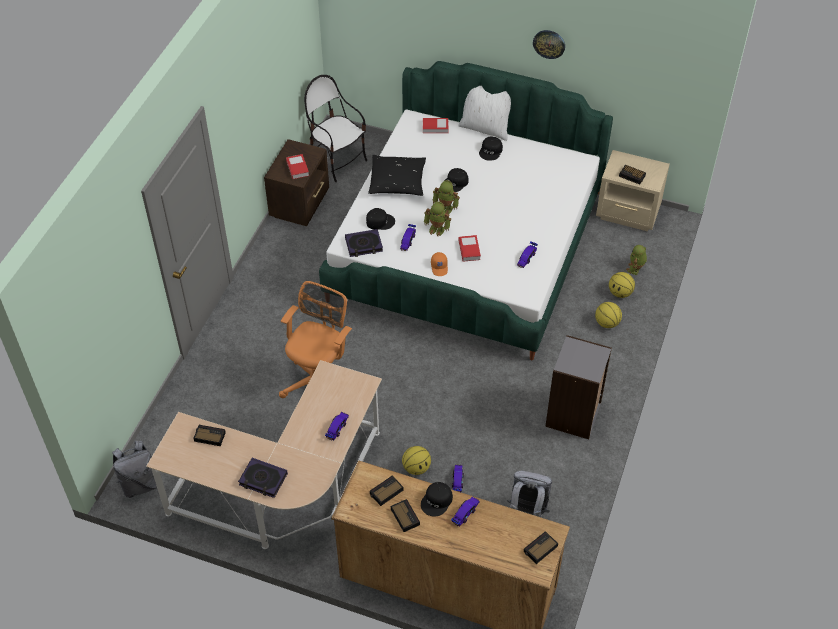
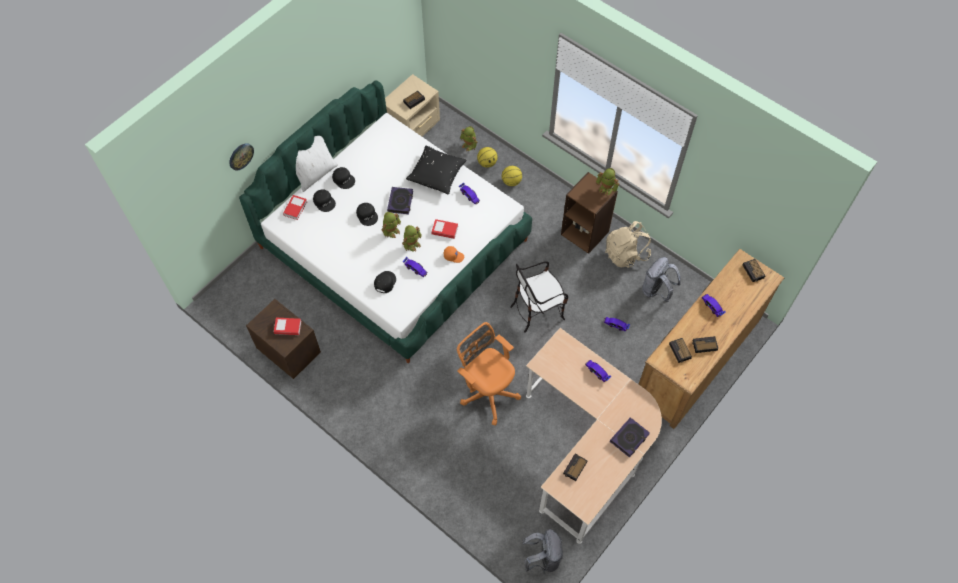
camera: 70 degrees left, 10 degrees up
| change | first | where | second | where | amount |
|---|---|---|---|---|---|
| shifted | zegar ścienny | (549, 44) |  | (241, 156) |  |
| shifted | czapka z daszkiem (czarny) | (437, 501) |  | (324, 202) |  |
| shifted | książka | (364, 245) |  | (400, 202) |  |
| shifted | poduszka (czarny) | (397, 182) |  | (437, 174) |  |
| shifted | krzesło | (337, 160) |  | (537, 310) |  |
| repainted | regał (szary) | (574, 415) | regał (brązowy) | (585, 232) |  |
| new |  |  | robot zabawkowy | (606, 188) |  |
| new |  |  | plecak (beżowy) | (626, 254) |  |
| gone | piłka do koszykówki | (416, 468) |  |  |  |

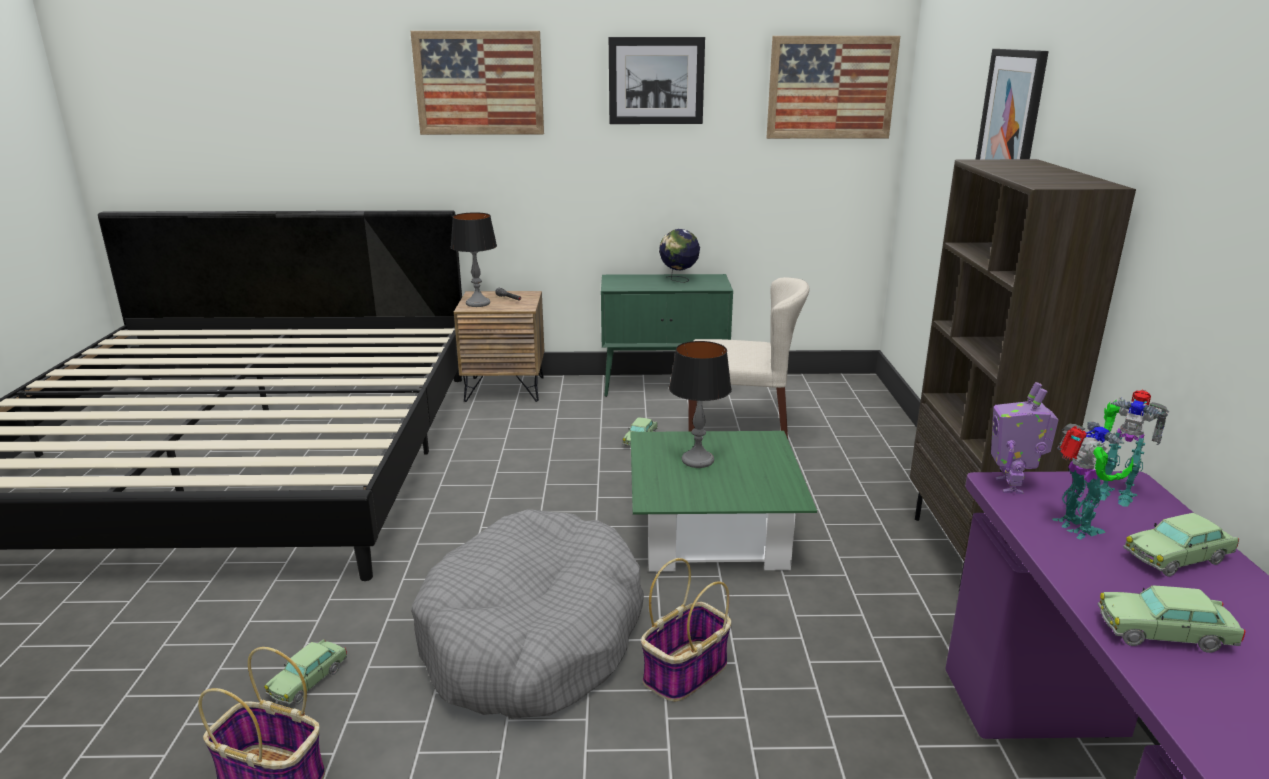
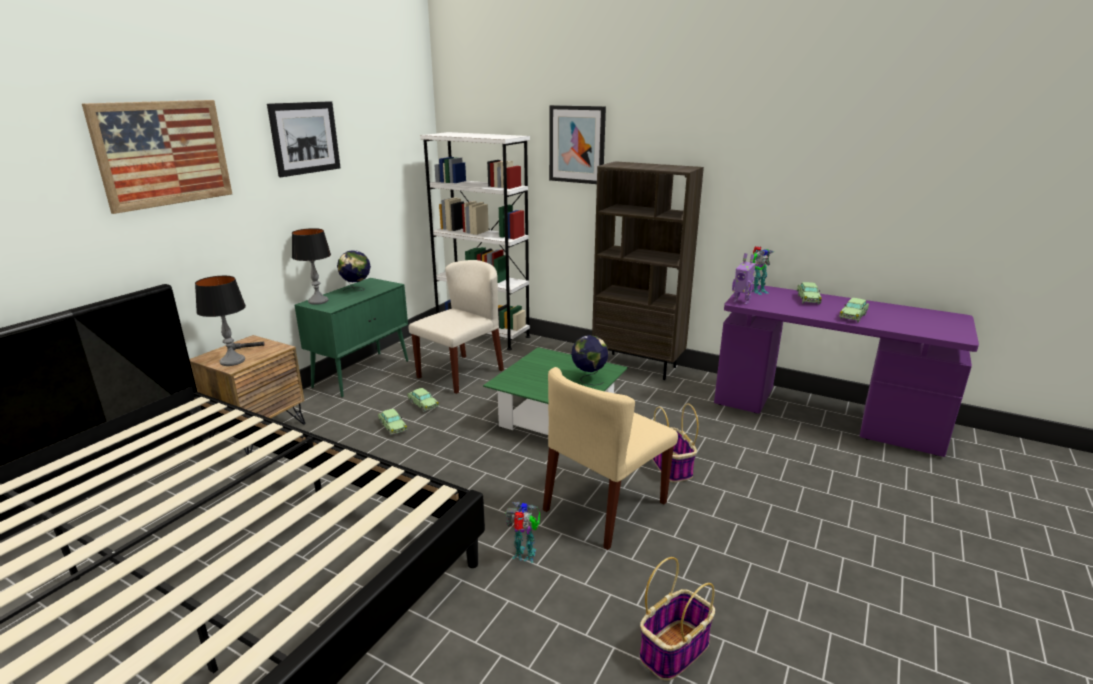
camera: 60 degrees left, 0 degrees up
| change | first | where | second | where | amount |
|---|---|---|---|---|---|
| shifted | lampa stołowa | (697, 460) |  | (318, 301) |  |
| shifted | samochodzik | (308, 680) |  | (392, 427) |  |
| new |  |  | regał (biały) | (483, 335) |  |
| shifted | robot zabawkowy | (1075, 528) |  | (525, 556) |  |
| swapped | legowisko (szary) | (533, 637) | krzesło (beżowy) | (605, 507) |  |
| new |  |  | globus | (589, 379) |  |
| gone | obraz | (831, 88) |  |  |  |

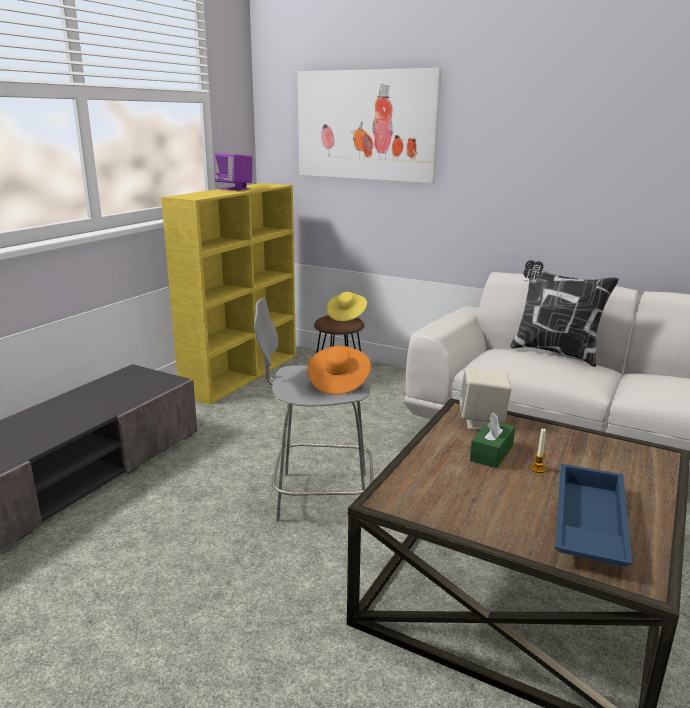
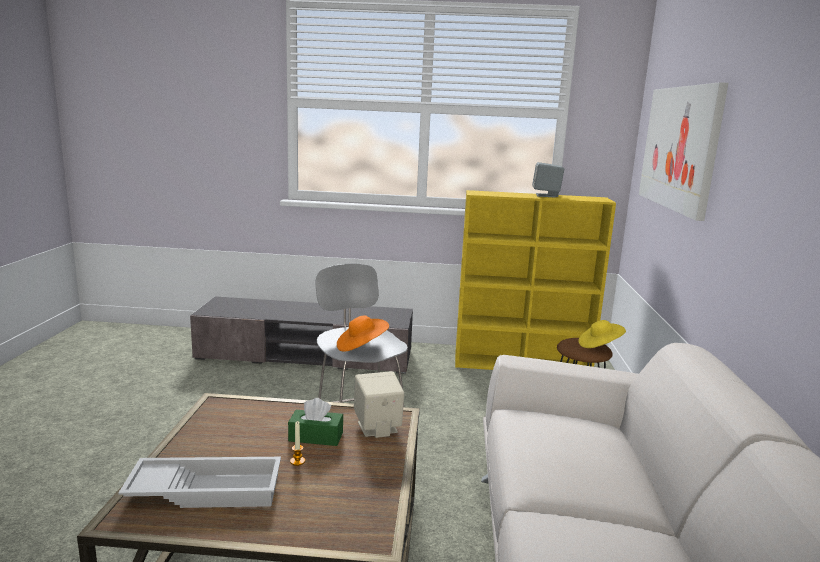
camera: 65 degrees right, 5 degrees down
| change | first | where | second | where | amount |
|---|---|---|---|---|---|
| repainted | taca (niebieski) | (586, 524) | taca (biały) | (207, 489) |  |
| repainted | głośnik (fioletowy) | (235, 189) | głośnik (szary) | (546, 195) |  |
| gone | poduszka | (554, 352) |  |  |  |

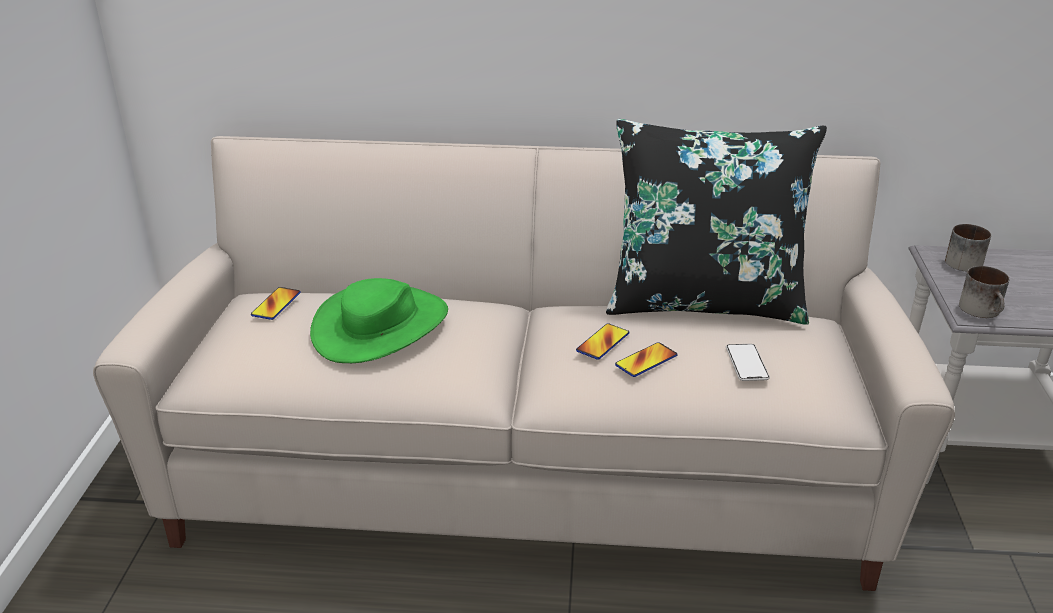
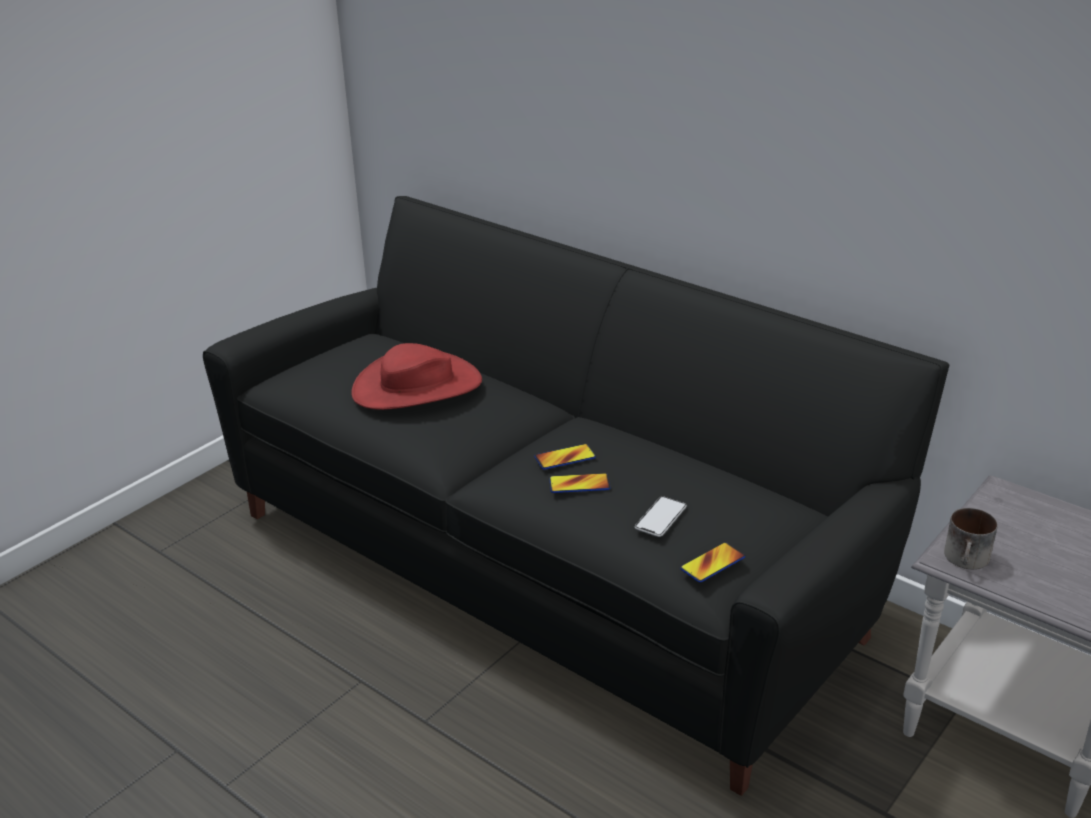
camera: 35 degrees right, 0 degrees up
| change | first | where | second | where | amount |
|---|---|---|---|---|---|
| repainted | kanapa (beżowy) | (526, 467) | kanapa (czarny) | (548, 564) |  |
| repainted | kapelusz (zielony) | (381, 326) | kapelusz (czerwony) | (417, 387) |  |
| shifted | telefon | (276, 304) |  | (712, 563) |  |
| gone | poduszka (czarny) | (704, 302) |  |  |  |
| gone | kubek | (963, 260) |  |  |  |

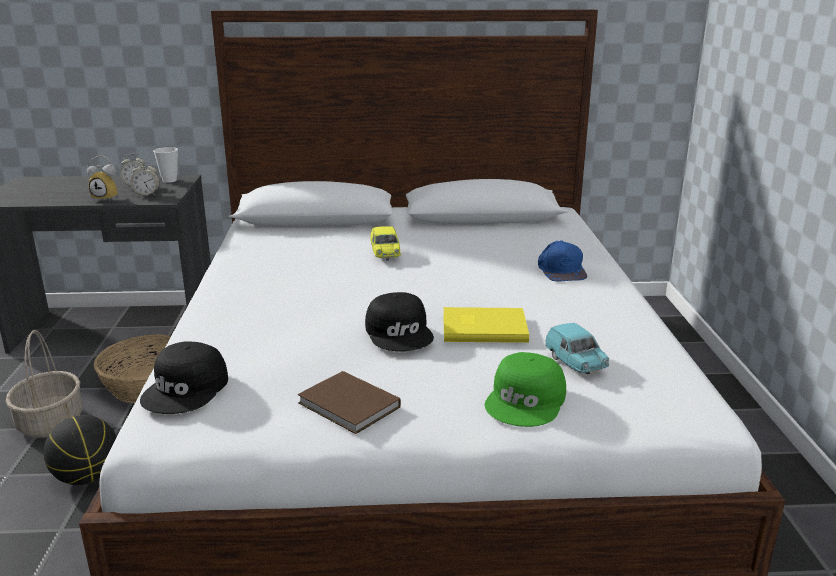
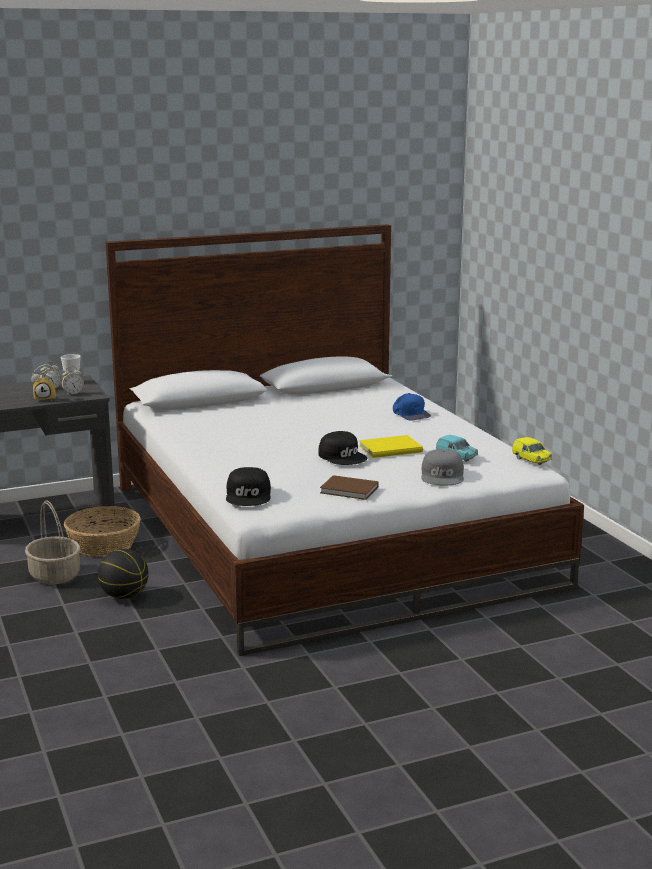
camera: 20 degrees left, 5 degrees down
| change | first | where | second | where | amount |
|---|---|---|---|---|---|
| repainted | czapka z daszkiem (zielony) | (527, 401) | czapka z daszkiem (szary) | (443, 476) |  |
| shifted | samochodzik (żółty) | (385, 254) |  | (531, 460) |  |

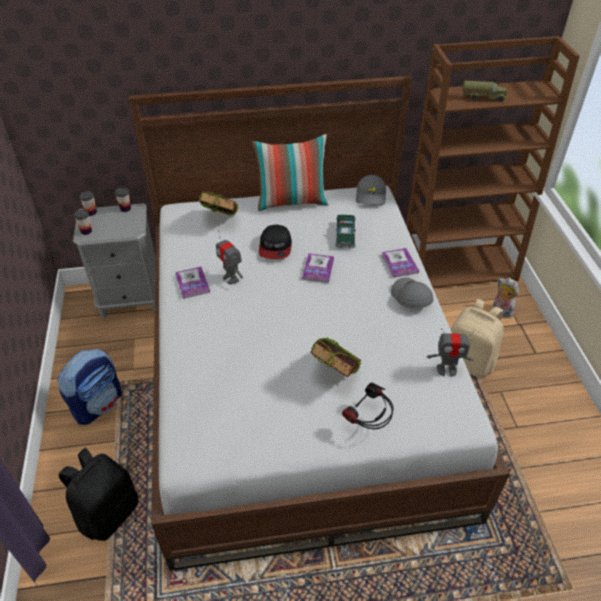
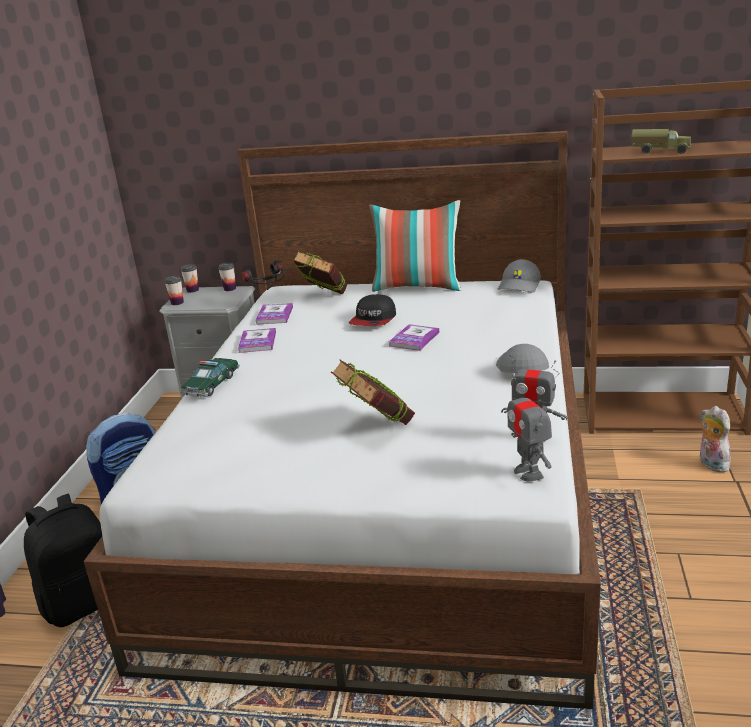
camera: 20 degrees right, 20 degrees down
| change | first | where | second | where | amount |
|---|---|---|---|---|---|
| shifted | samochodzik | (345, 235) |  | (211, 384) |  |
| shifted | słuchawki | (368, 423) |  | (268, 296) |  |
| shifted | książka | (399, 263) |  | (274, 315) |  |
| shifted | robot zabawkowy | (231, 278) |  | (529, 472) |  |
| gone | plecak (beżowy) | (469, 361) |  |  |  |

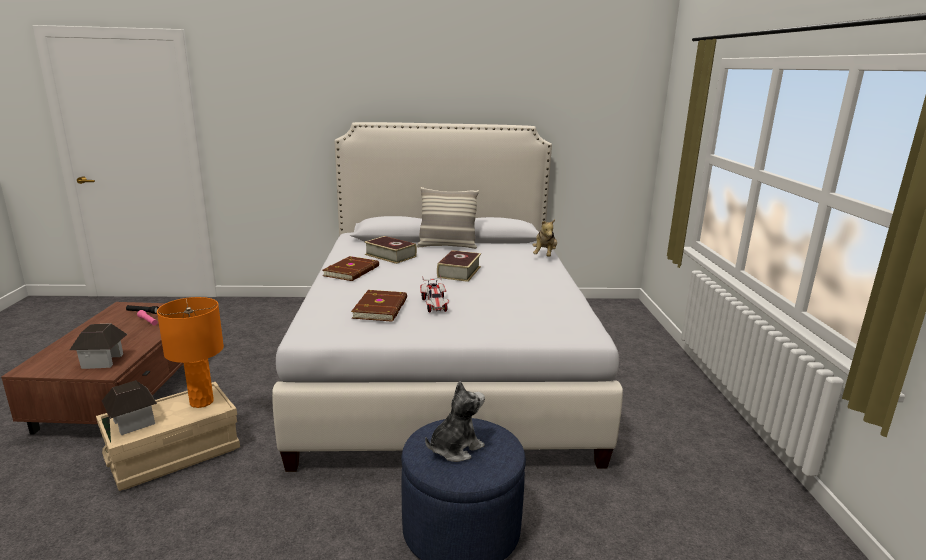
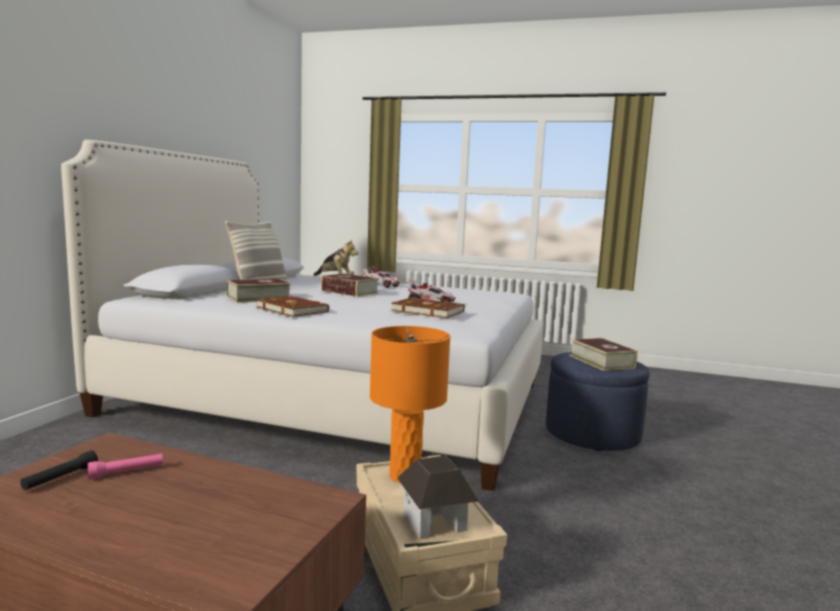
camera: 70 degrees left, 10 degrees down
| change | first | where | second | where | amount |
|---|---|---|---|---|---|
| new |  |  | samochodzik | (381, 285) |  |
| swapped | pluszak | (455, 448) | książka | (601, 361) |  |
| gone | domek | (103, 361) |  |  |  |

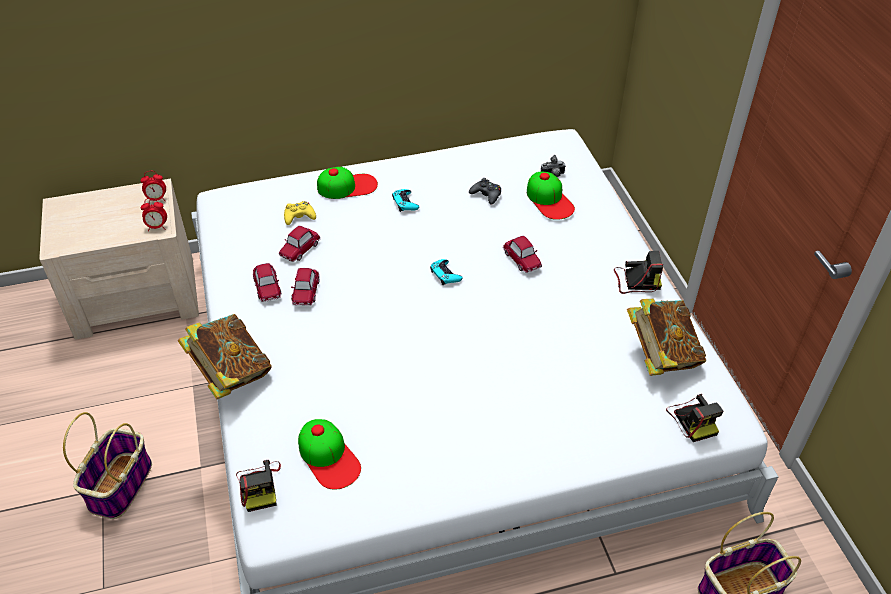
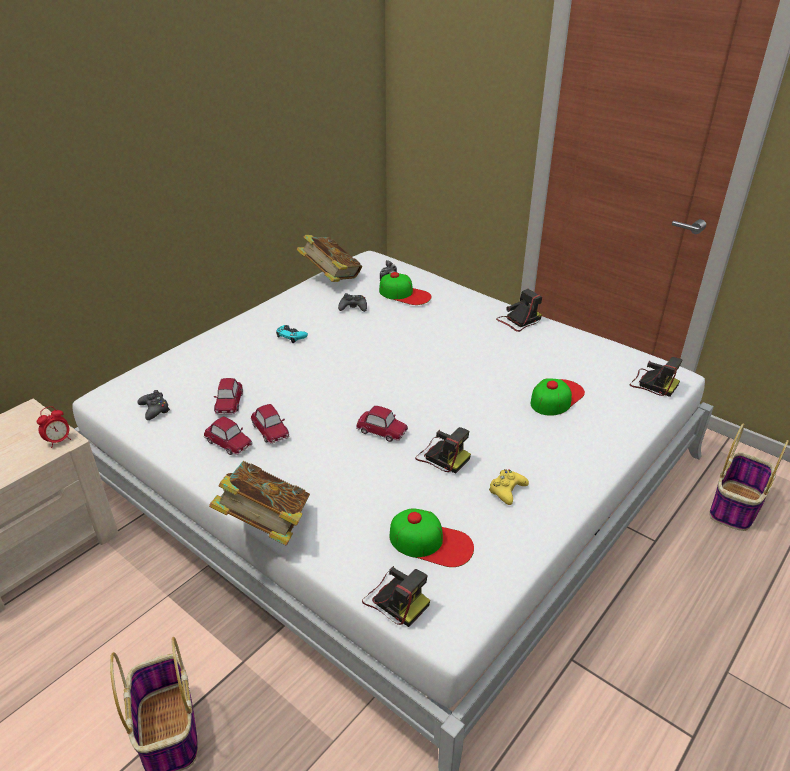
camera: 35 degrees left, 10 degrees down
| change | first | where | second | where | amount |
|---|---|---|---|---|---|
| new |  |  | pad do gier (czarny) | (154, 409) |  |
| shifted | książka | (661, 355) |  | (331, 278) |  |
| shifted | samochodzik | (522, 259) |  | (382, 431) |  |
| new |  |  | aparat fotograficzny | (442, 456) |  |
| shifted | pad do gier (żółty) | (299, 216) |  | (507, 490) |  |
| shifted | czapka z daszkiem | (347, 186) |  | (556, 397) |  |
| gone | budzik | (157, 199) |  |  |  |
| gone | pad do gier (turkusowy) | (445, 275) |  |  |  |

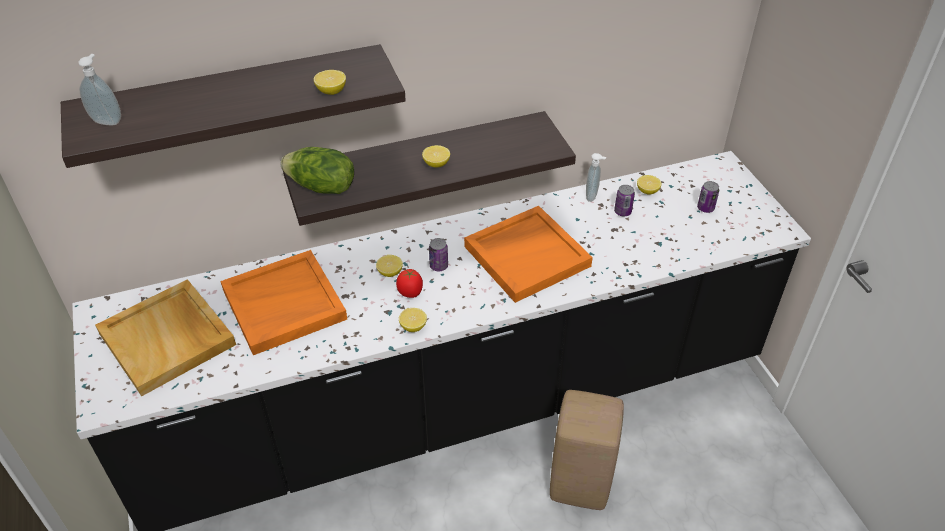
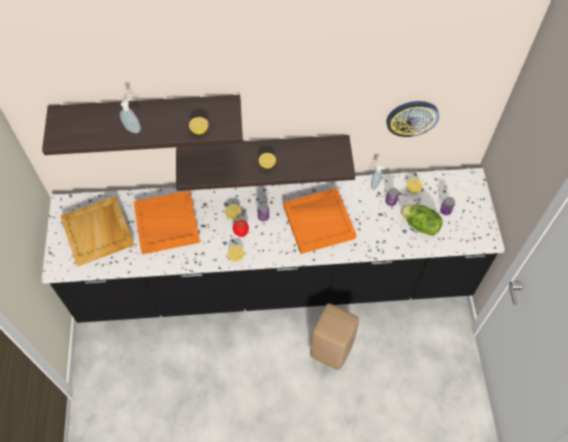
camera: 15 degrees right, 15 degrees up
| change | first | where | second | where | amount |
|---|---|---|---|---|---|
| shifted | dozownik mydła | (108, 120) |  | (133, 128) |  |
| new |  |  | zegar ścienny | (412, 118) |  |
| shifted | sałata | (321, 187) |  | (420, 225) |  |

